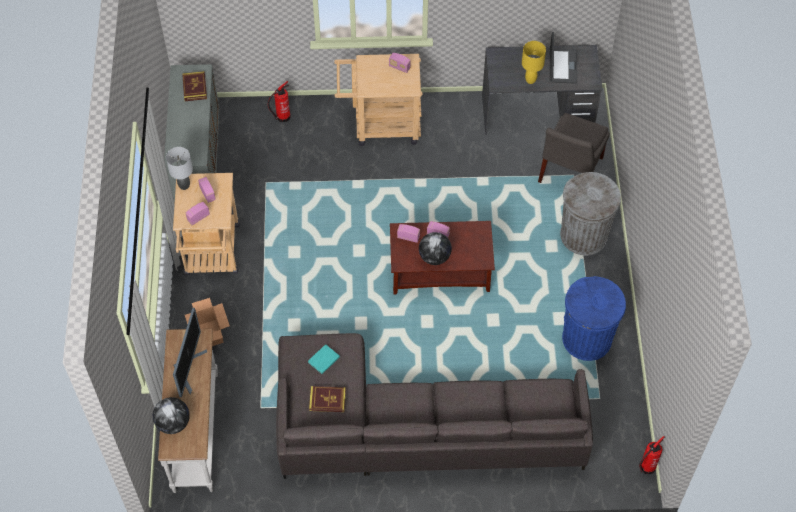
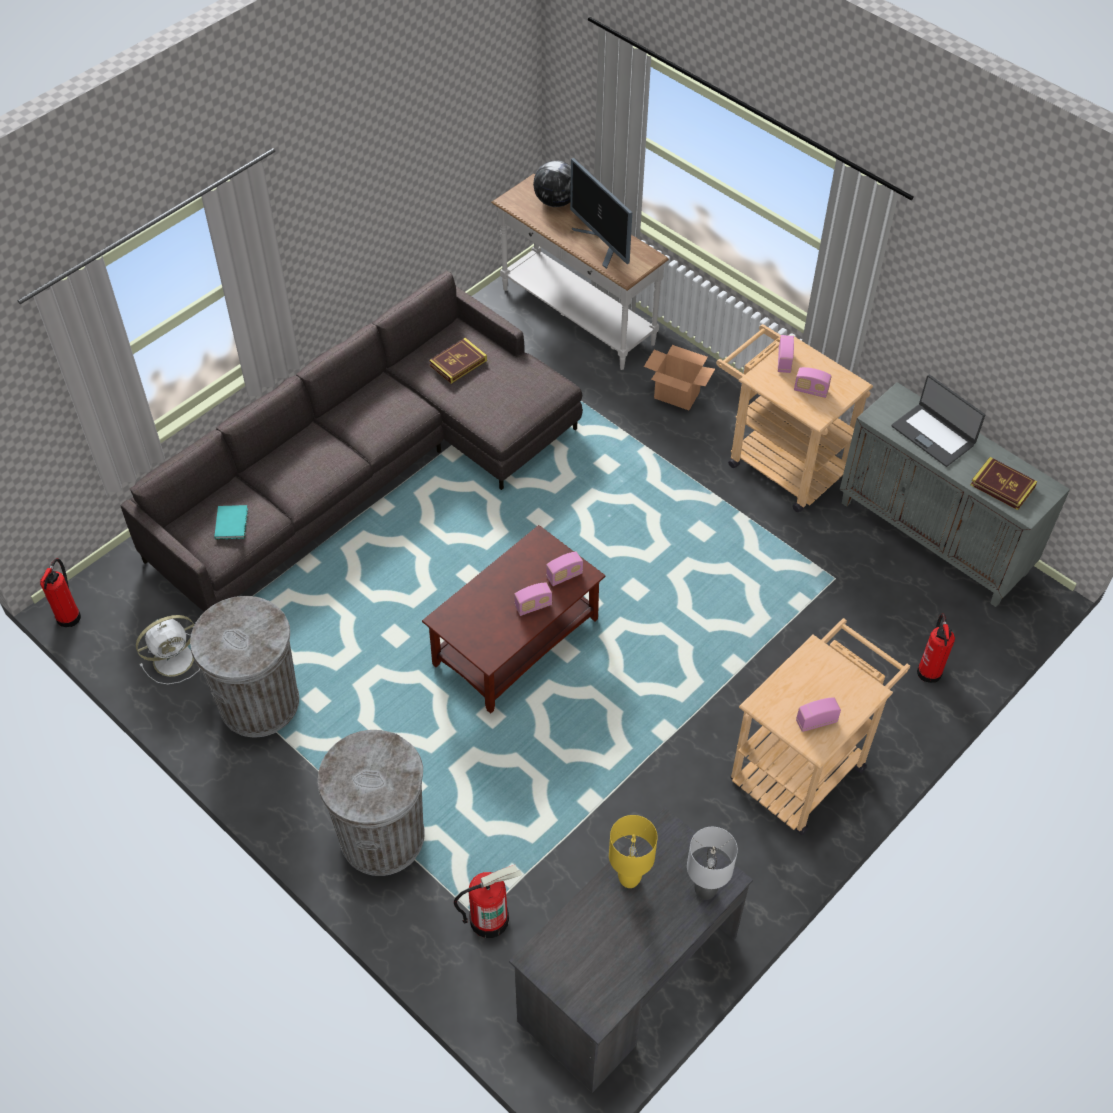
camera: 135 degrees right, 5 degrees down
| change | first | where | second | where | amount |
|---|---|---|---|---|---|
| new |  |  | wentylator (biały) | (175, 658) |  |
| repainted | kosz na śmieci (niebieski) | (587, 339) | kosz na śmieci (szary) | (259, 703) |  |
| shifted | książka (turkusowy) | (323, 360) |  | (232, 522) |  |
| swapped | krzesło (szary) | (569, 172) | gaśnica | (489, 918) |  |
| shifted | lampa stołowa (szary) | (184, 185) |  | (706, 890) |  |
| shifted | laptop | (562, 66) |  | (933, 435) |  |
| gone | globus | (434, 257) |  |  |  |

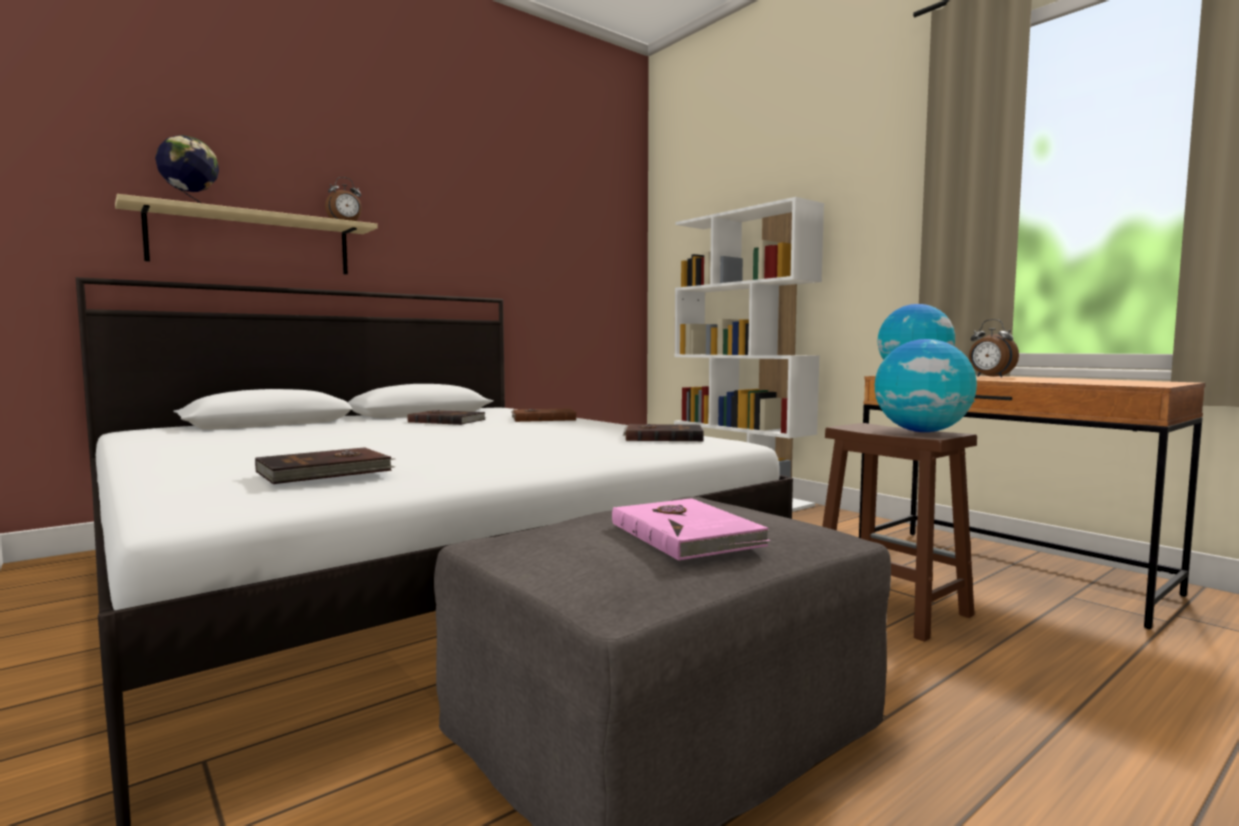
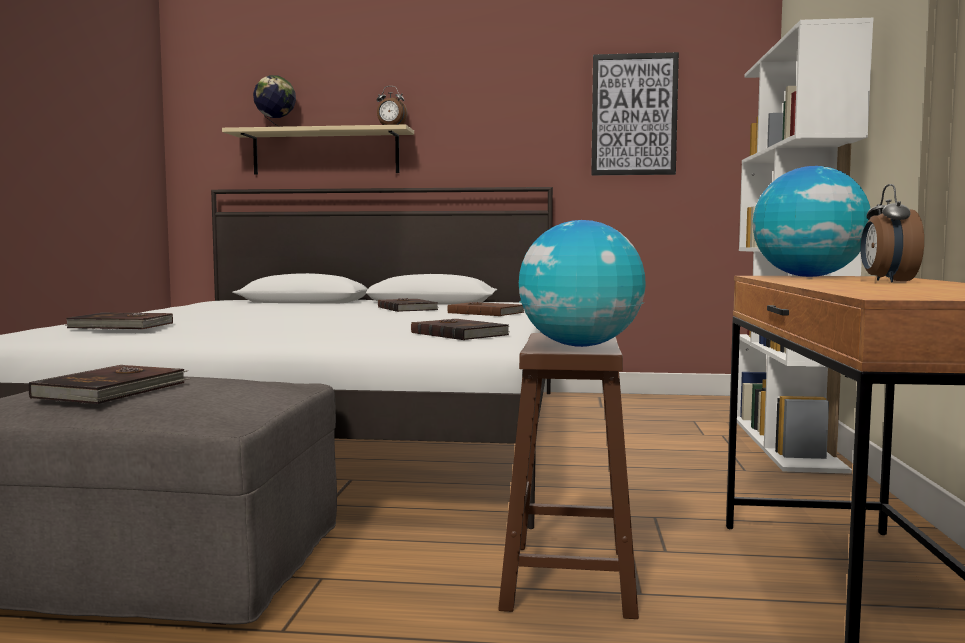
camera: 45 degrees right, 0 degrees up
| change | first | where | second | where | amount |
|---|---|---|---|---|---|
| repainted | książka (różowy) | (687, 533) | książka (brązowy) | (114, 390) |  |
| new |  |  | obraz | (634, 115) |  |

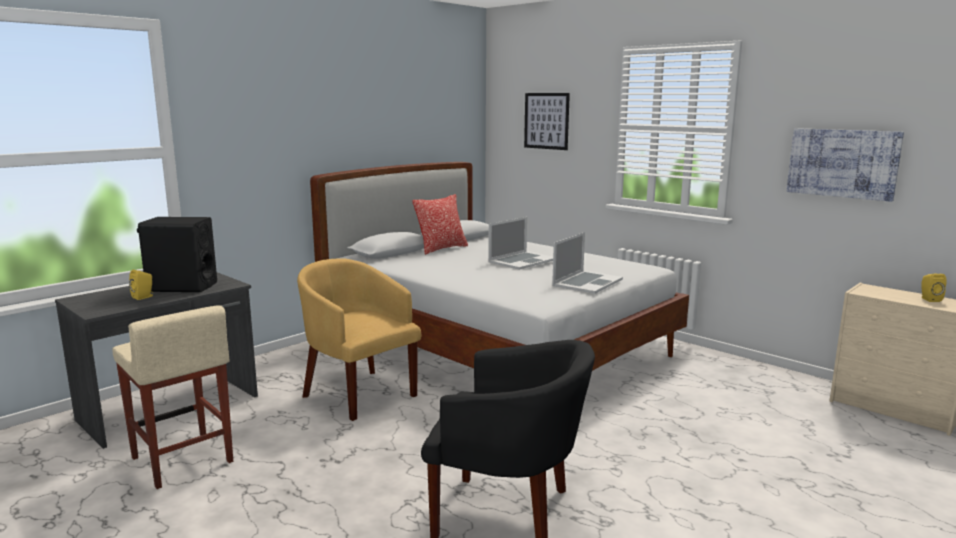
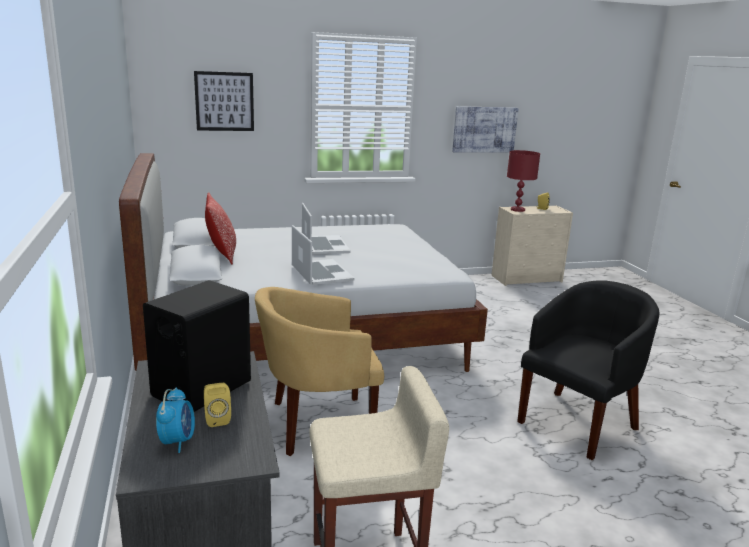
camera: 60 degrees left, 5 degrees up
| change | first | where | second | where | amount |
|---|---|---|---|---|---|
| new |  |  | budzik | (177, 441) |  |
| shifted | laptop | (587, 282) |  | (321, 272) |  |
| new |  |  | lampa stołowa (czerwony) | (518, 210) |  |

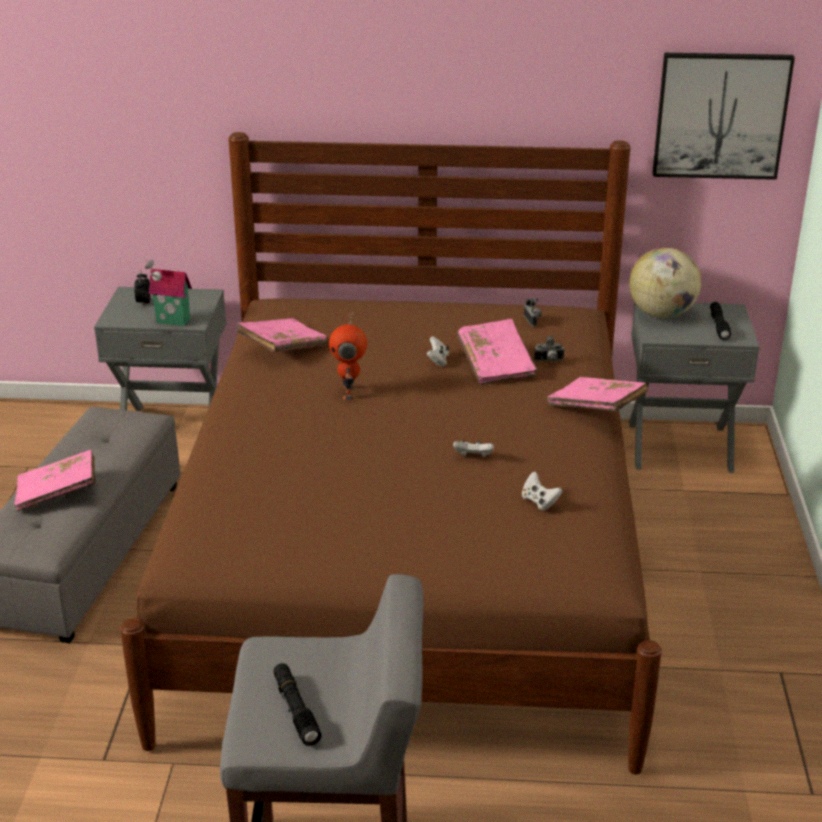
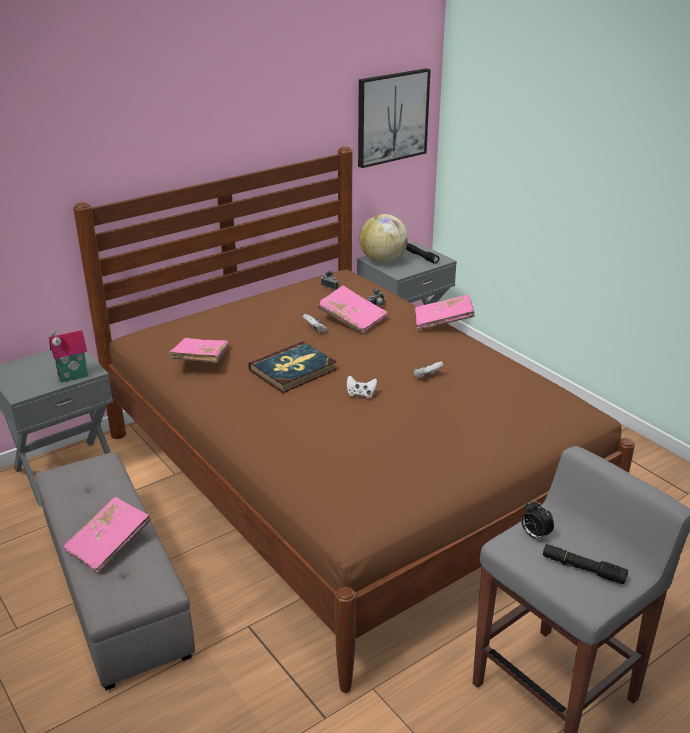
camera: 40 degrees left, 0 degrees up
| change | first | where | second | where | amount |
|---|---|---|---|---|---|
| swapped | robot zabawkowy | (349, 392) | książka | (293, 370) |  |
| shifted | pad do gier (biały) | (539, 502) |  | (361, 394) |  |
| shifted | budzik | (143, 303) |  | (534, 535) |  |

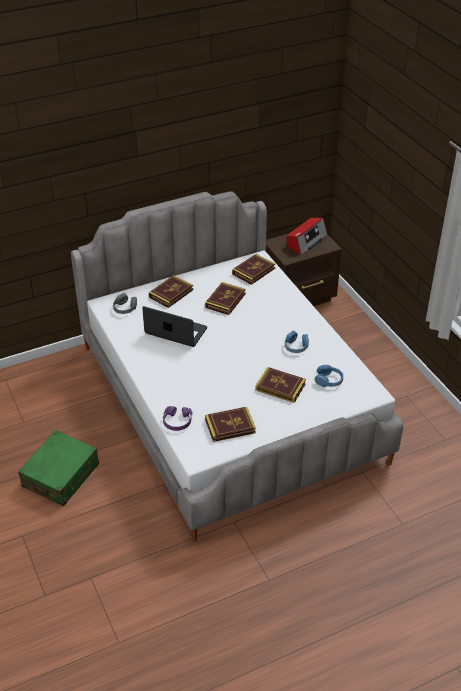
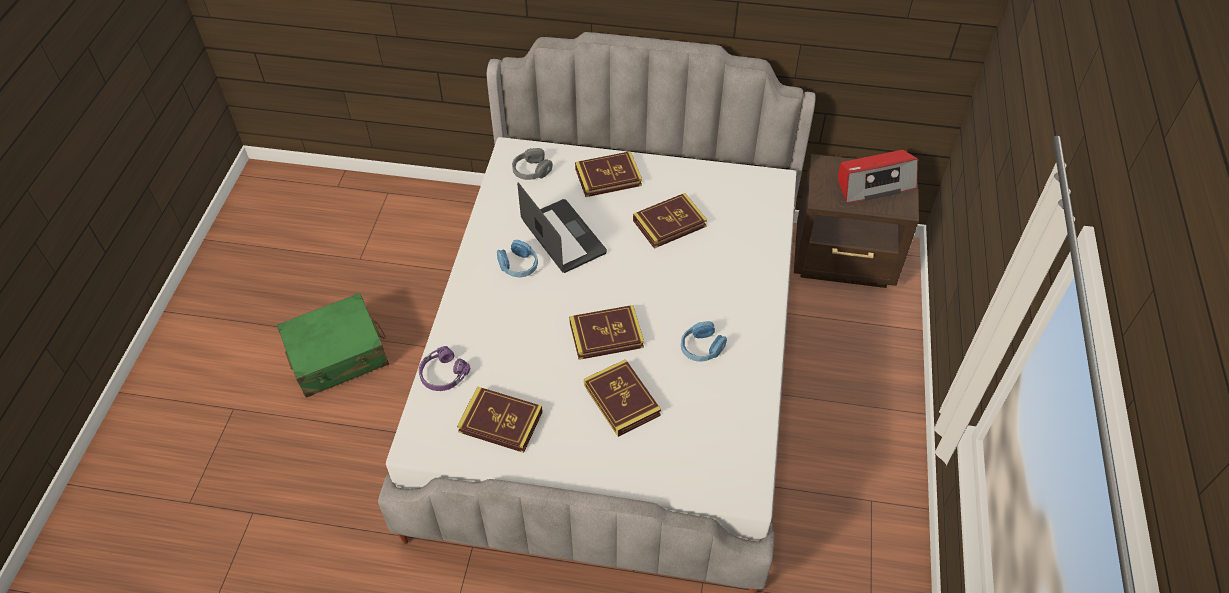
camera: 35 degrees right, 10 degrees up
| change | first | where | second | where | amount |
|---|---|---|---|---|---|
| shifted | słuchawki (niebieski) | (329, 380) |  | (518, 265) |  |
| shifted | książka | (253, 271) |  | (606, 335) |  |

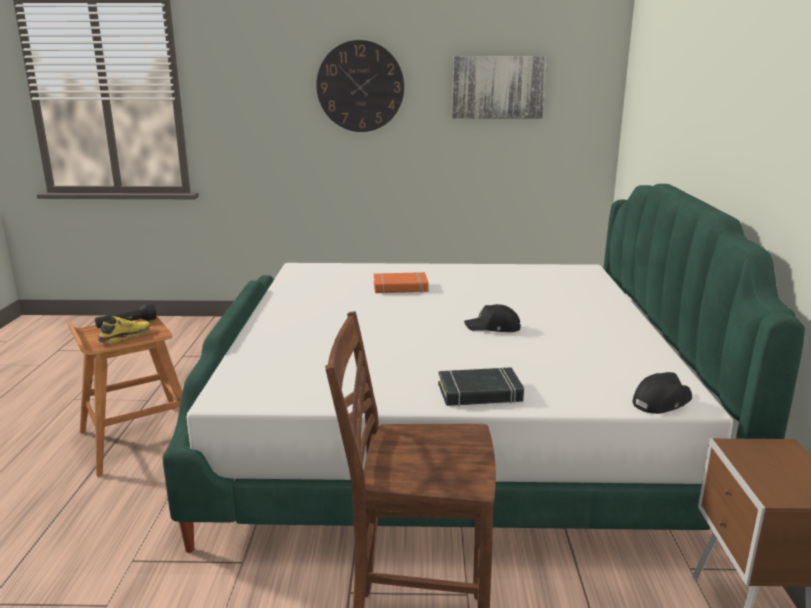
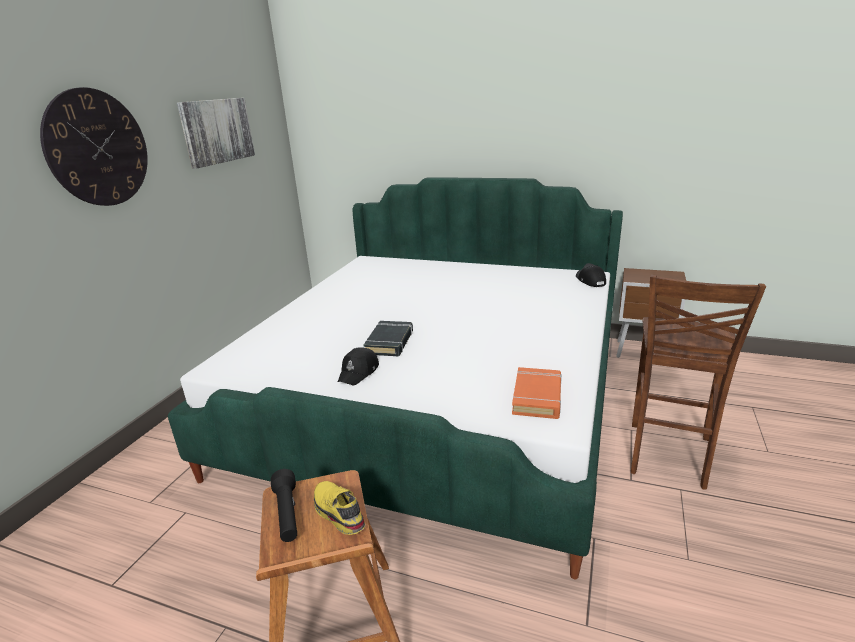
camera: 70 degrees left, 5 degrees up
| change | first | where | second | where | amount |
|---|---|---|---|---|---|
| shifted | czapka z daszkiem (czarny) | (493, 328) |  | (359, 372) |  |
| shifted | książka (czarny) | (480, 393) |  | (390, 342) |  |
| shifted | książka (pomarańczowy) | (400, 287) |  | (537, 397) |  |

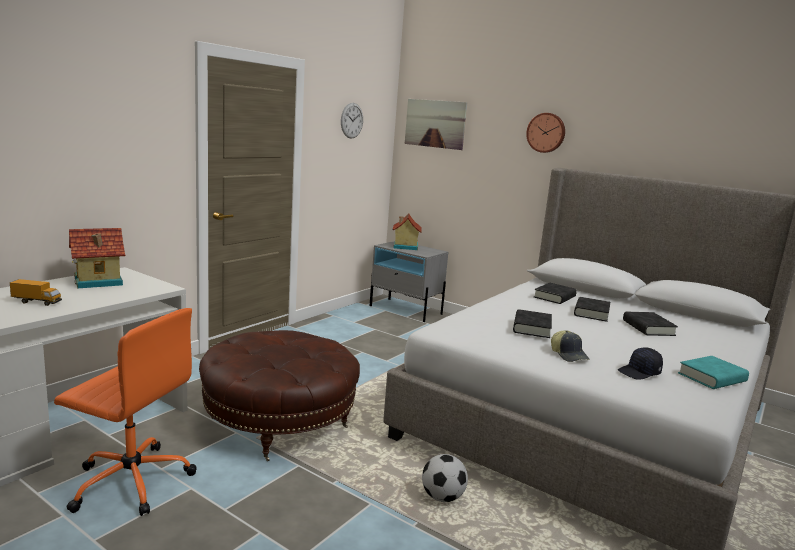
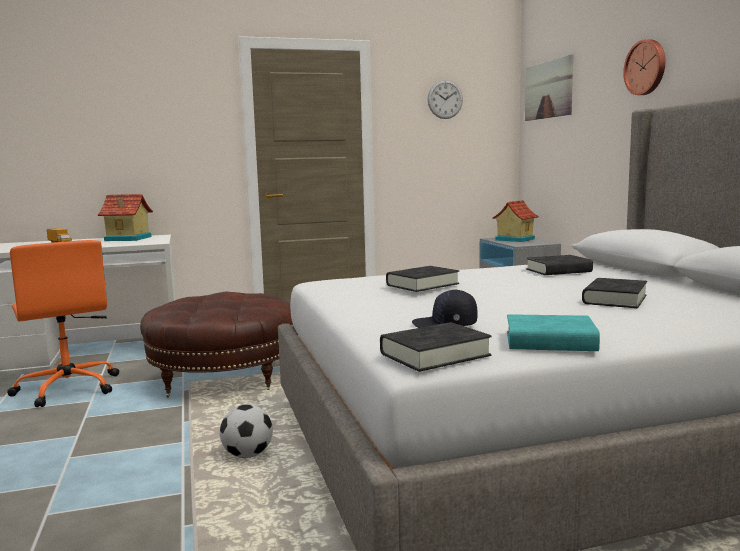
camera: 40 degrees right, 5 degrees down
| change | first | where | second | where | amount |
|---|---|---|---|---|---|
| shifted | książka (czarny) | (591, 313) |  | (435, 354) |  |
| gone | czapka z daszkiem | (569, 355) |  |  |  |

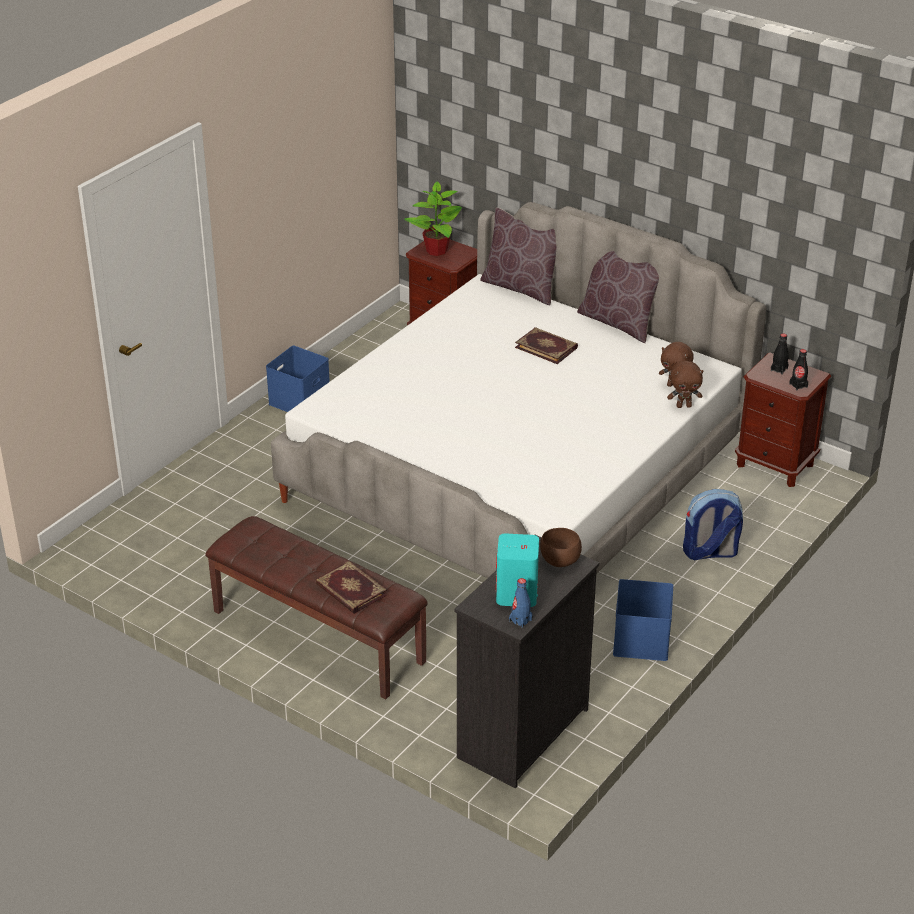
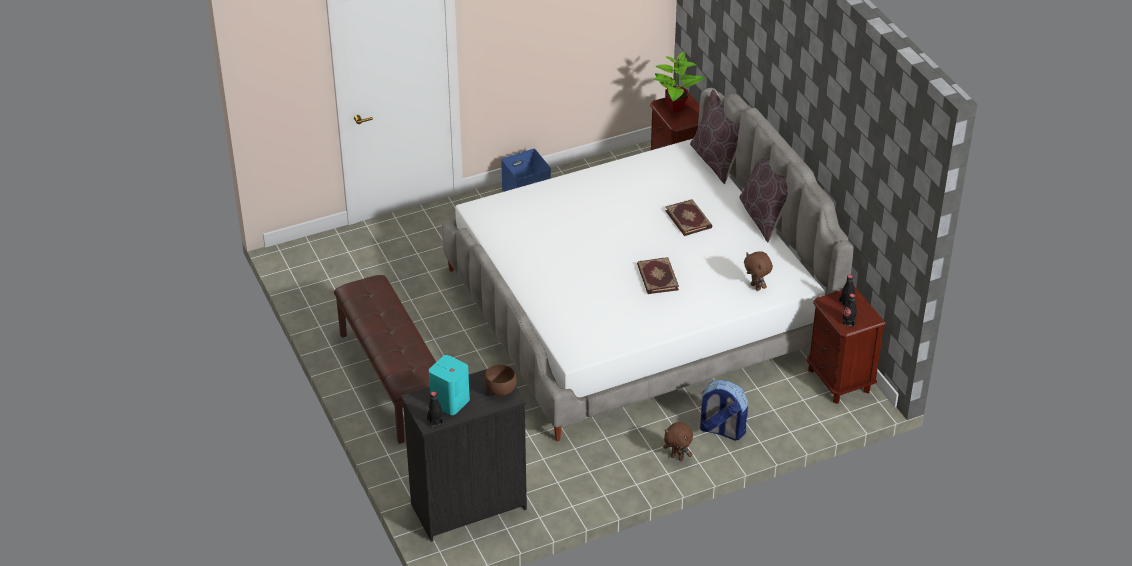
camera: 30 degrees right, 5 degrees up
| change | first | where | second | where | amount |
|---|---|---|---|---|---|
| repainted | butelka (niebieski) | (520, 620) | butelka (czarny) | (435, 421) |  |
| shifted | książka | (350, 590) |  | (656, 277) |  |
| shifted | pluszak (brązowy) | (684, 406) |  | (677, 457) |  |
| gone | pojemnik do przechowywania (niebieski) | (642, 641) |  |  |  |

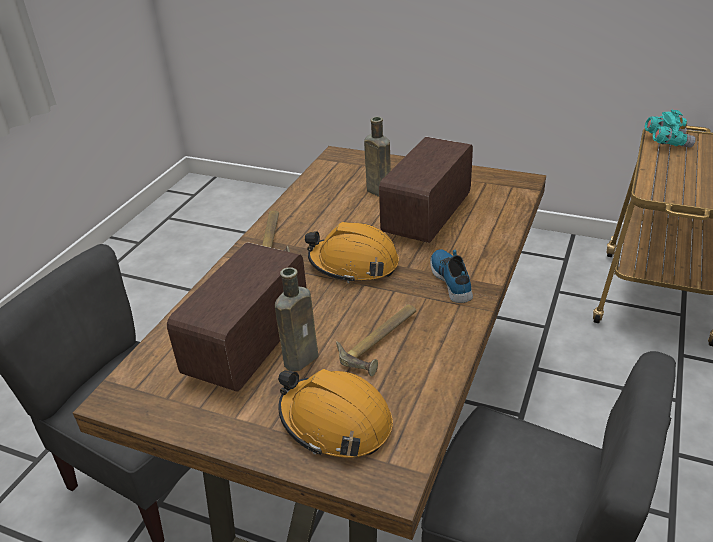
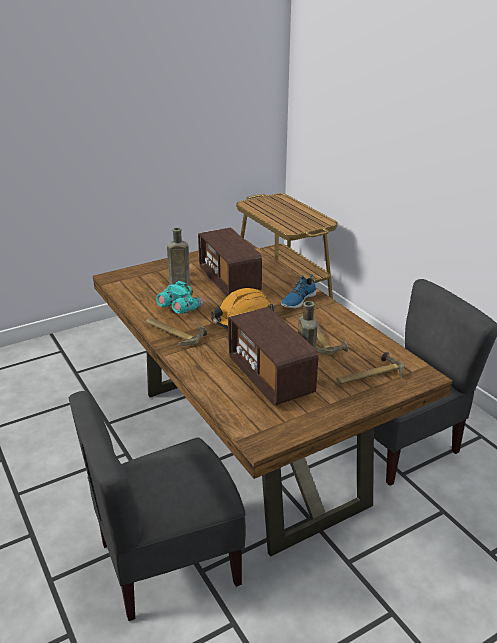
camera: 55 degrees left, 5 degrees down
| change | first | where | second | where | amount |
|---|---|---|---|---|---|
| shifted | lornetka (turkusowy) | (666, 142) |  | (180, 309) |  |
| rotated | but | (452, 279) |  | (297, 300) | 75 degrees counterclockwise |
| swapped | kask (pomarańczowy) | (335, 422) | młotek | (368, 375) |  |

